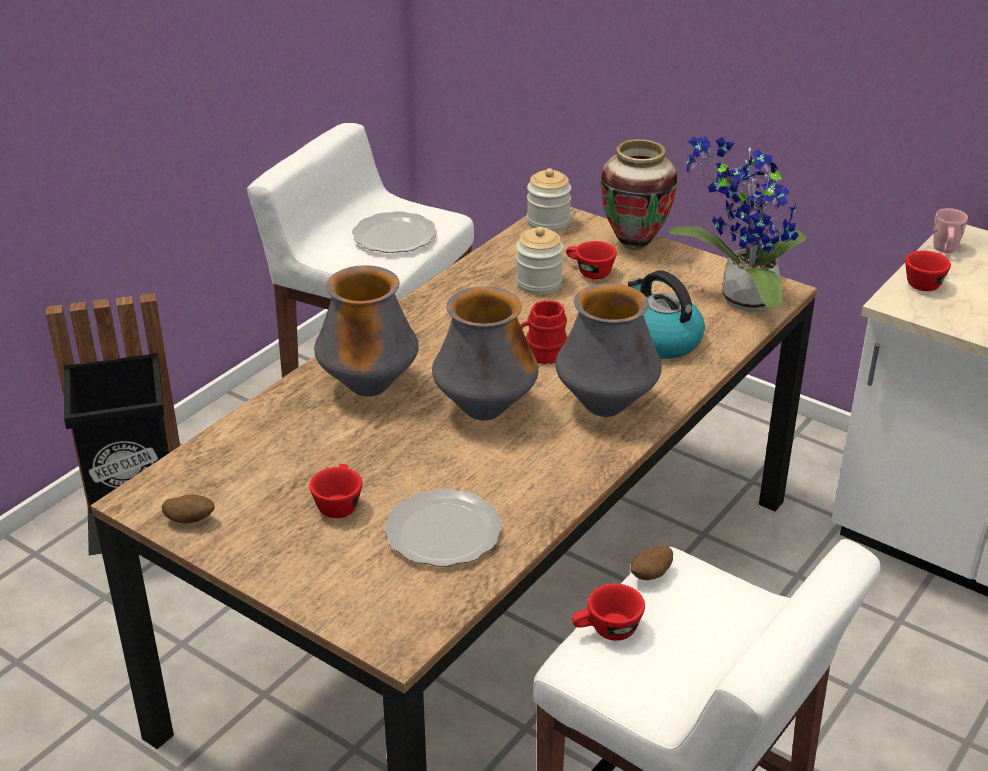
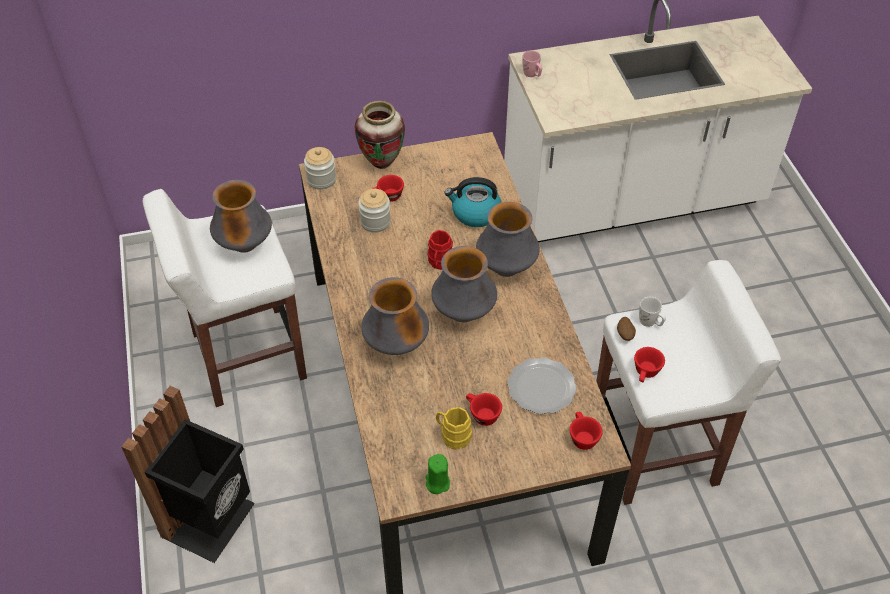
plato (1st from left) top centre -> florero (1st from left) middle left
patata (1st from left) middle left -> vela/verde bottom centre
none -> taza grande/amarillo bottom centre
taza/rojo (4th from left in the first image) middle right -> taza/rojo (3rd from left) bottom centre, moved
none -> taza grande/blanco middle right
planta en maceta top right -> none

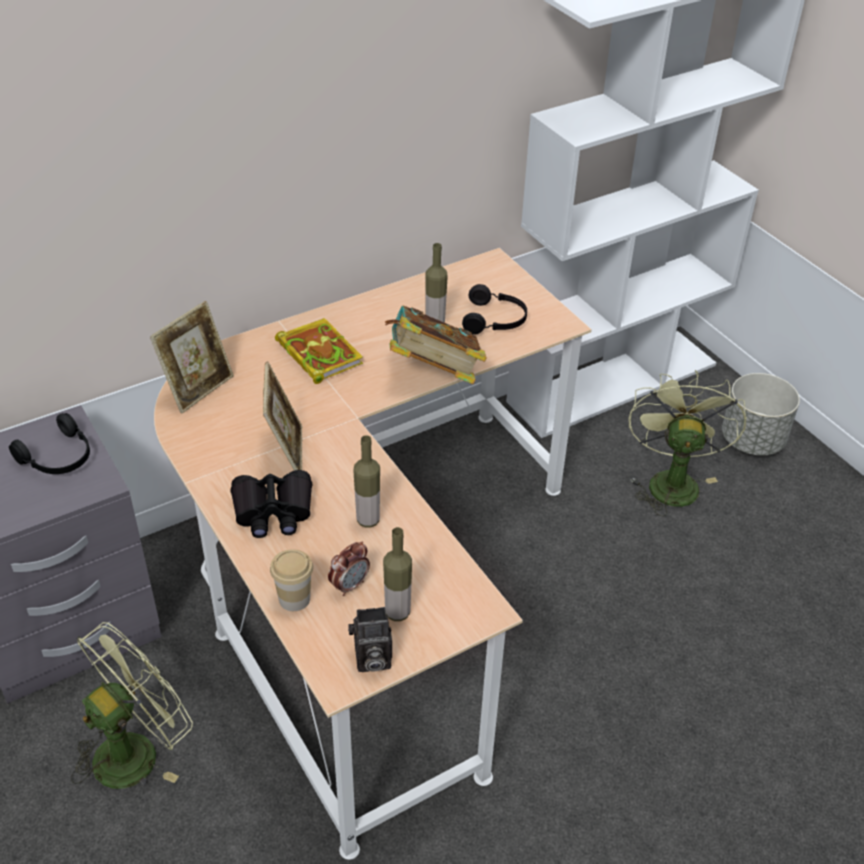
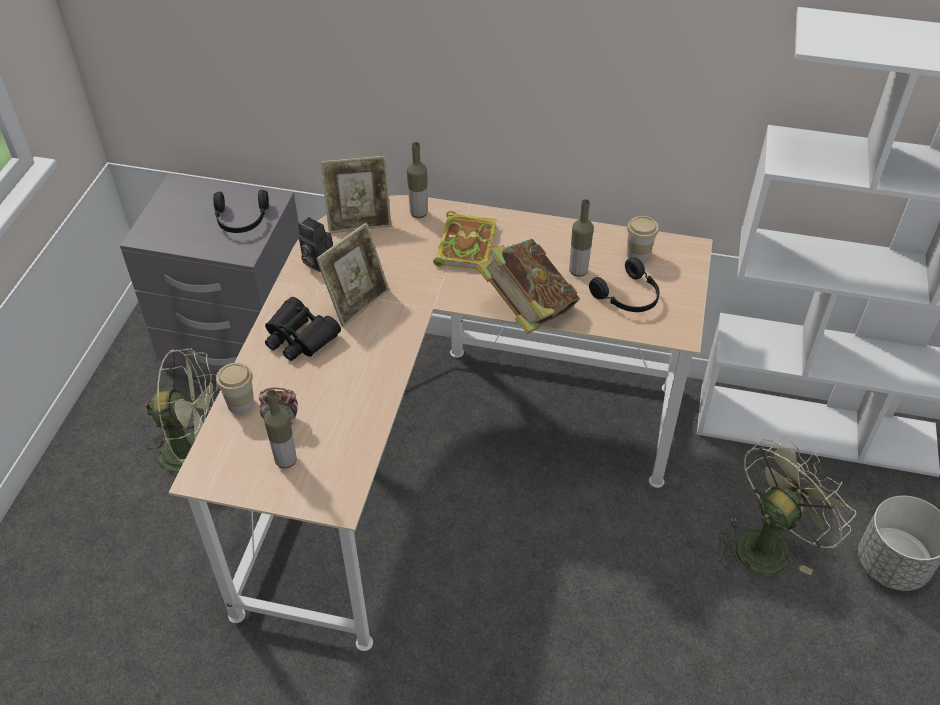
cámara bottom centre -> cámara centre, moved
botella (1st from left in the first image) centre -> botella (2nd from left) top centre, moved
none -> taza (2nd from left) middle right

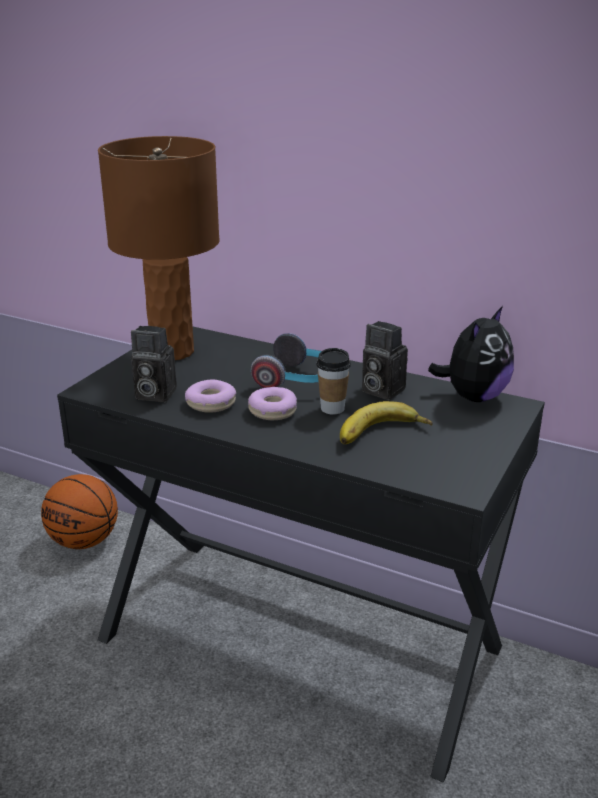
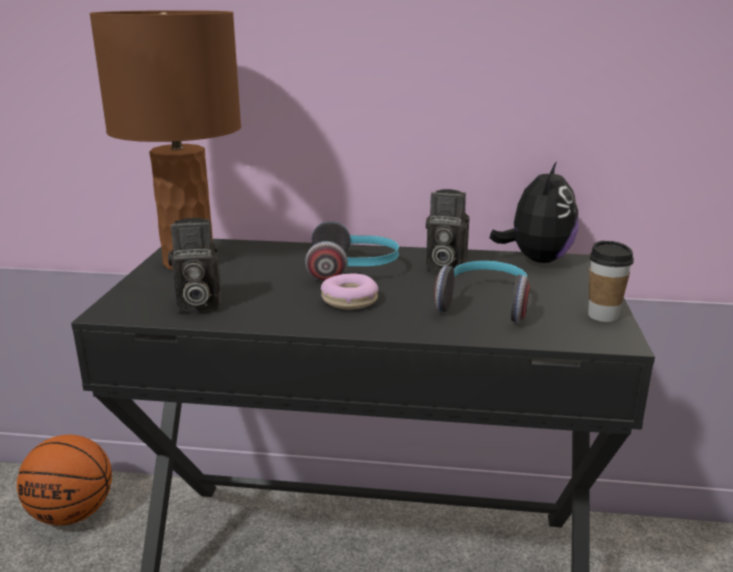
plátano centre -> auriculares (2nd from left) centre
taza centre -> taza middle right, moved
rosquilla (1st from left) centre -> none

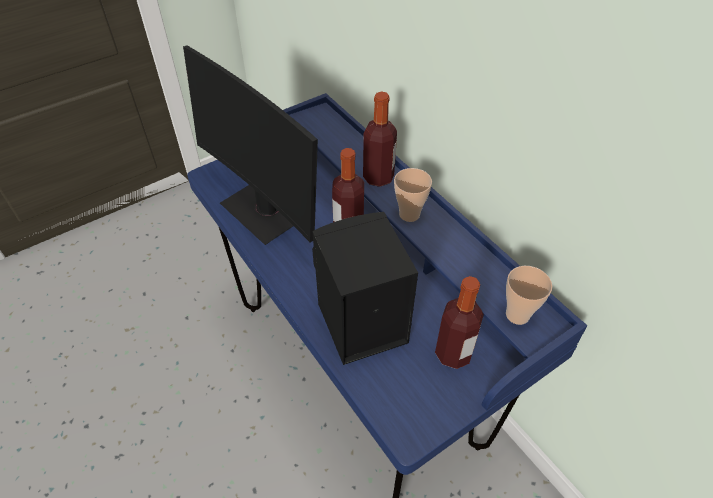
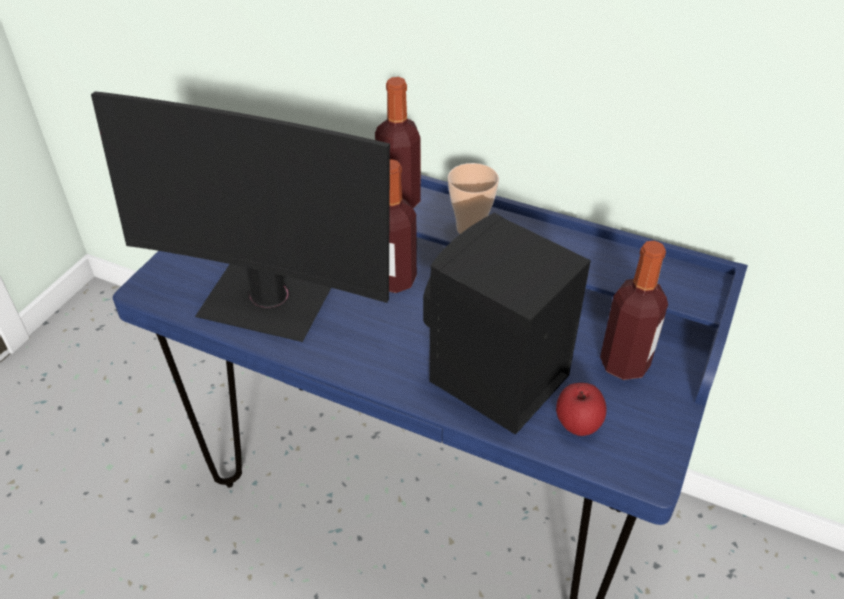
none -> manzana bottom right
taza (2nd from left) middle right -> none

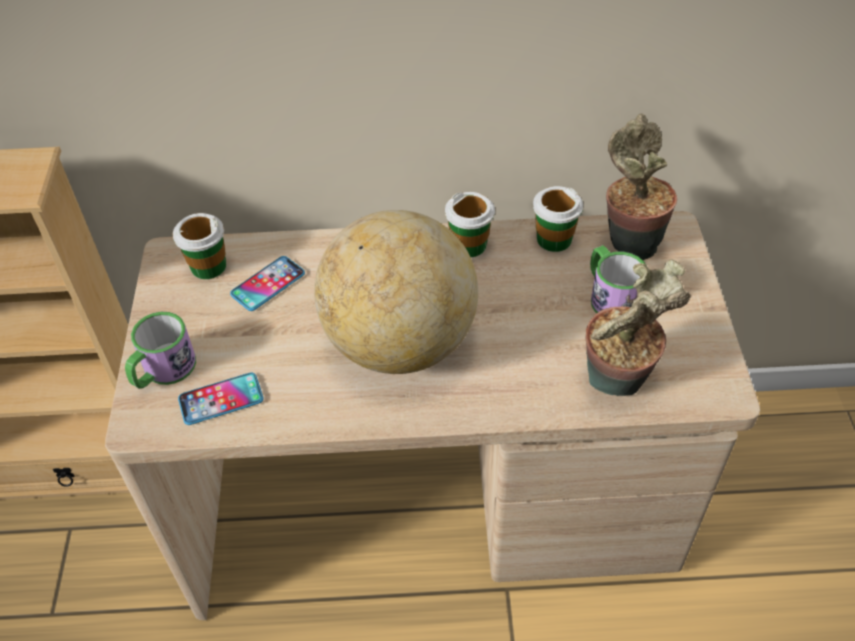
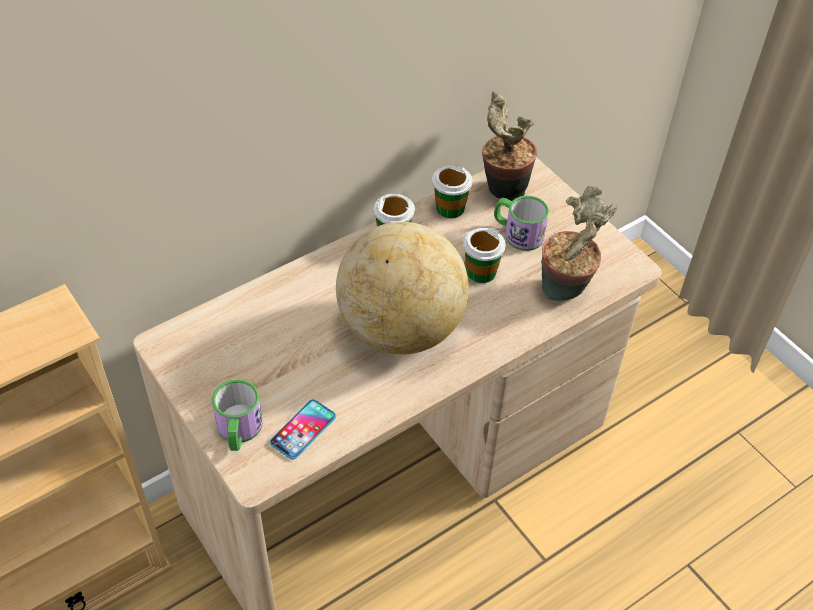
taza (1st from left in the first image) middle left -> taza (3rd from left) centre, moved
móvil (2nd from left) middle left -> none

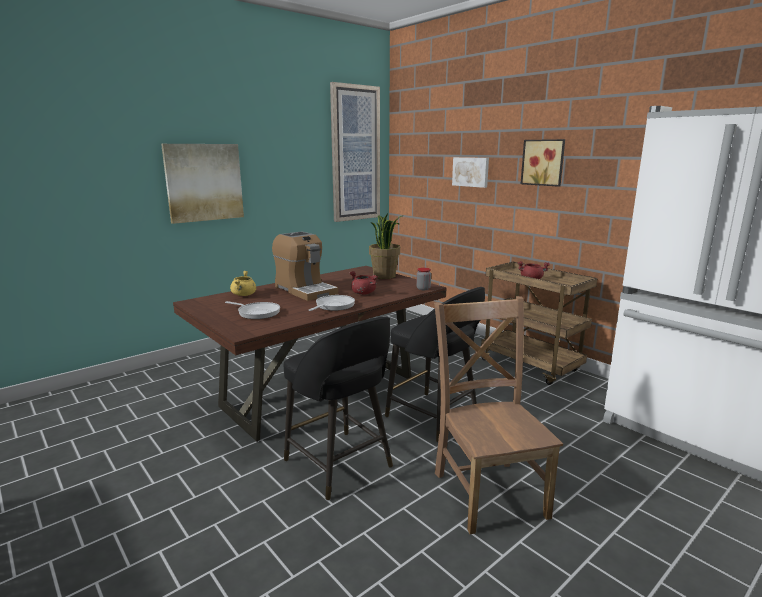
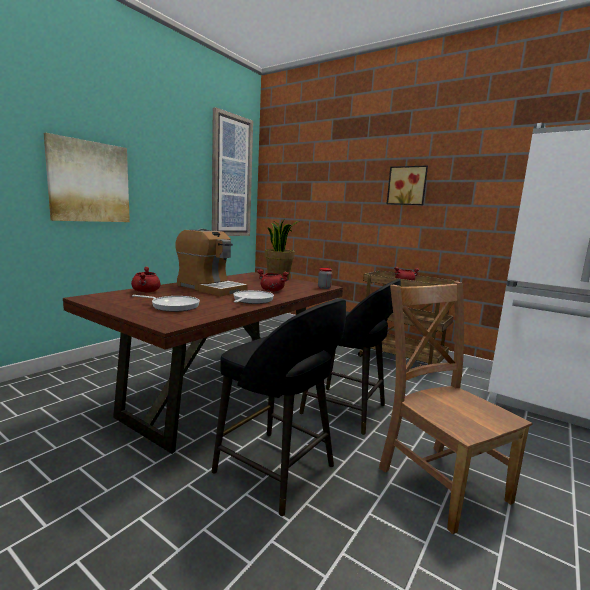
olla/amarillo middle left -> olla/rojo (1st from left) middle left
cuadro (3rd from left) top centre -> none

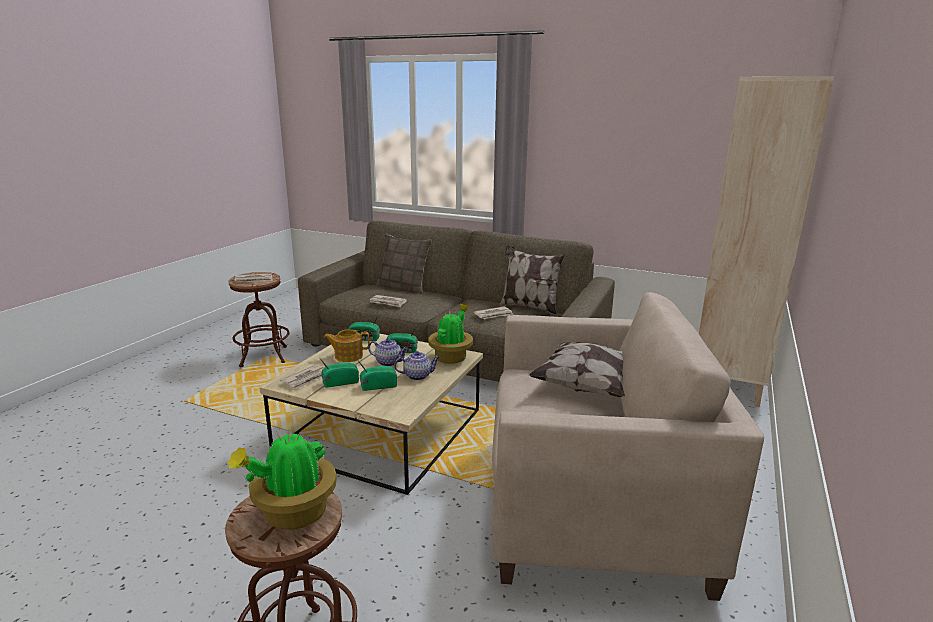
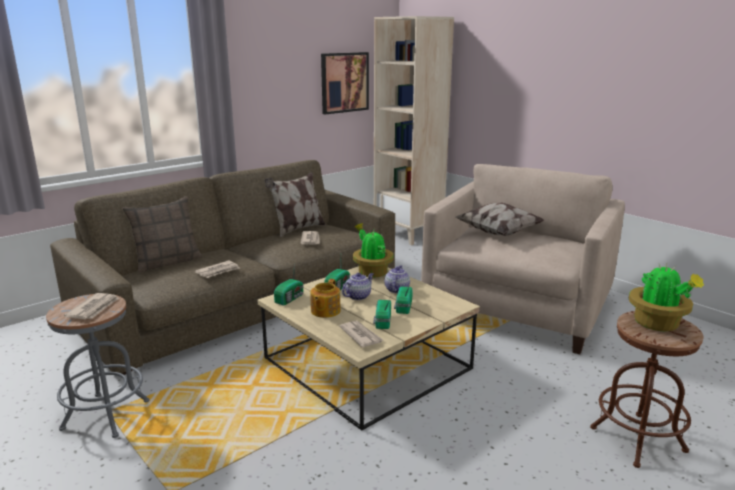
taburete/marrón (1st from left) middle left -> taburete/gris bottom left
none -> cuadro top centre

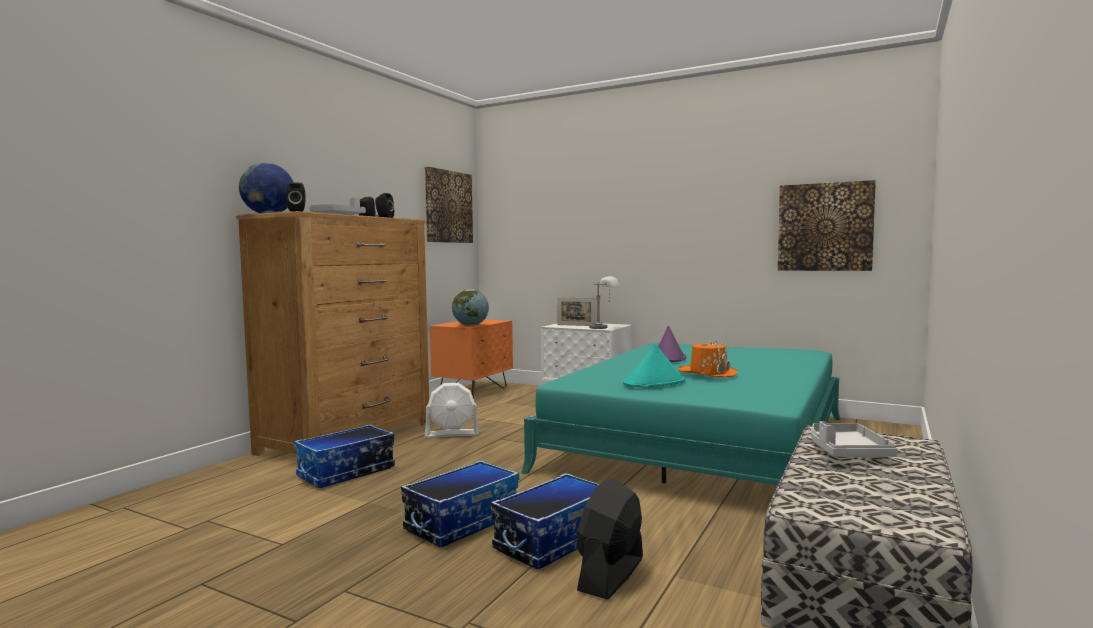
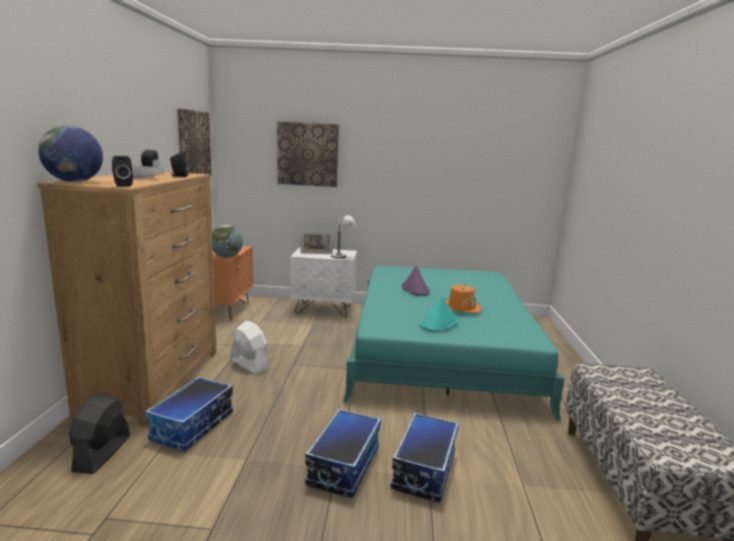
ventilador/negro bottom centre -> ventilador/negro bottom left, moved
ventilador/blanco centre, 105 degrees counterclockwise
cuadro (2nd from left) middle right -> cuadro (2nd from left) top centre, moved
bandeja/gris (2nd from left) bottom right -> none

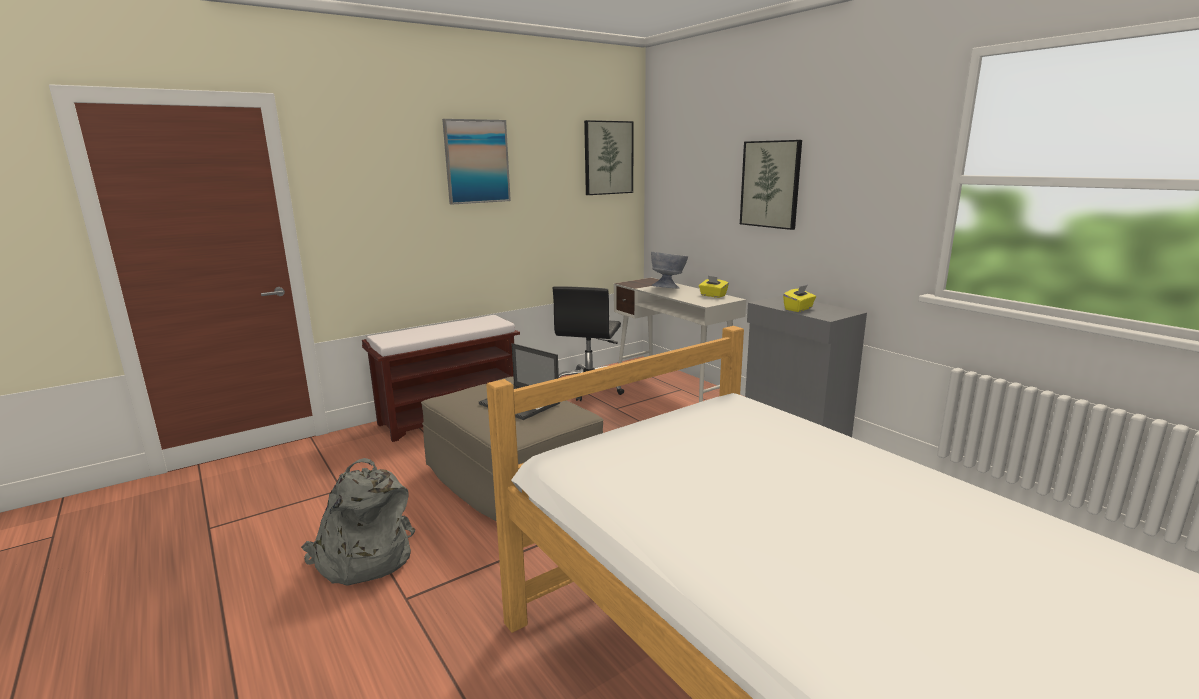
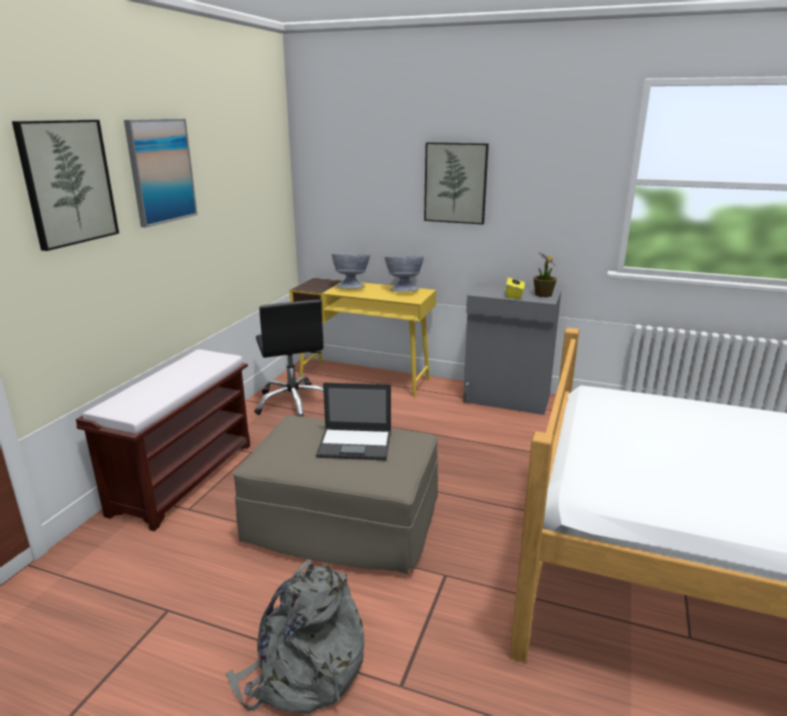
cuadro (2nd from left in the first image) top centre -> cuadro (1st from left) top left, moved
escritorio/blanco centre -> escritorio/amarillo centre
caja de pañuelos/amarillo (1st from left) centre -> cuenco/gris (2nd from left) centre
none -> planta en maceta middle right

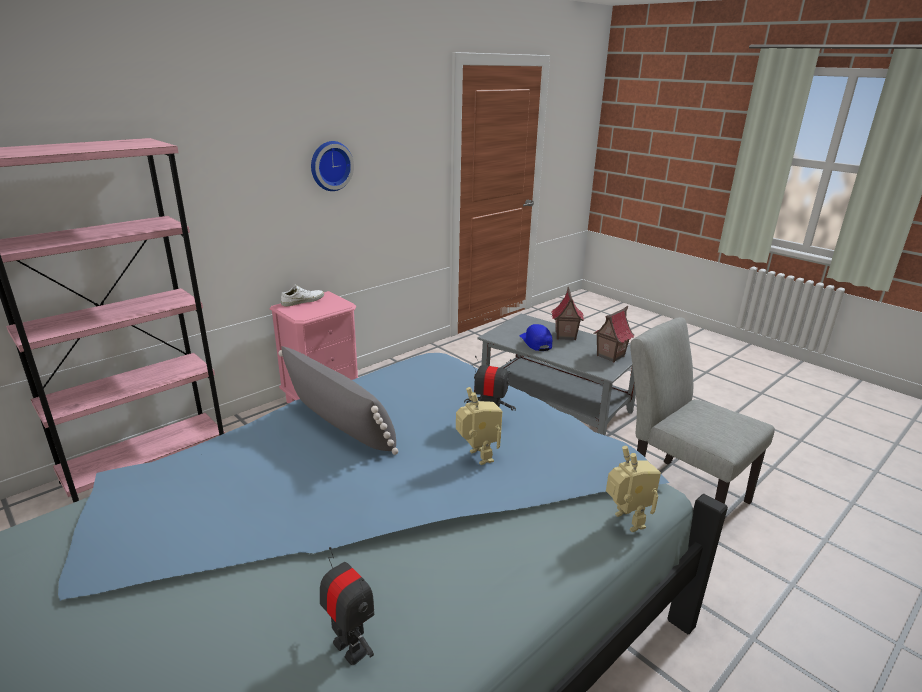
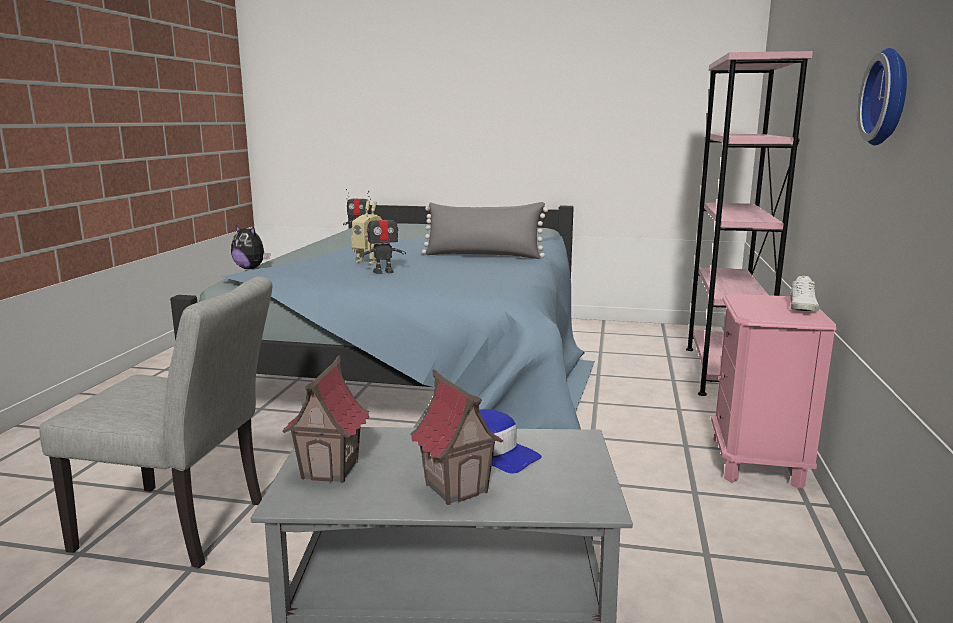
robot de juguete (4th from left) bottom right -> peluche middle left

